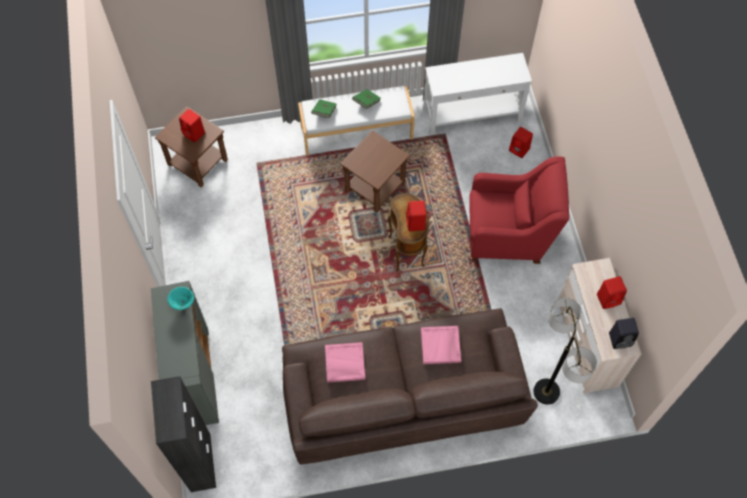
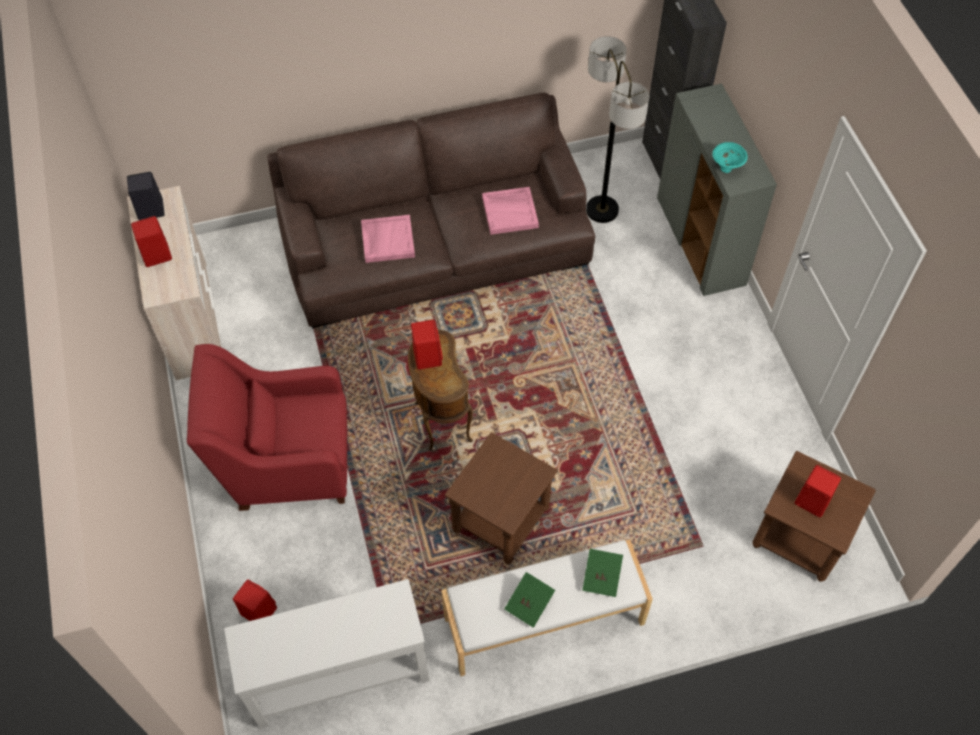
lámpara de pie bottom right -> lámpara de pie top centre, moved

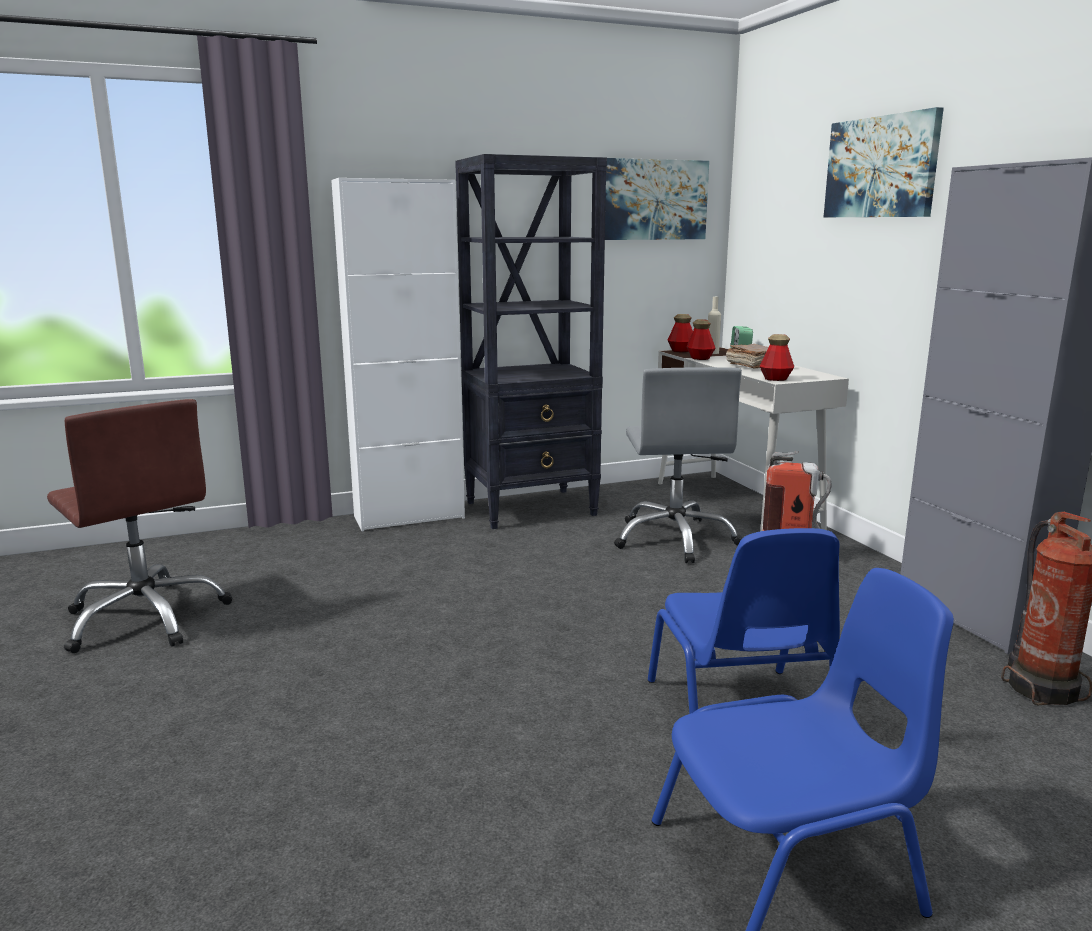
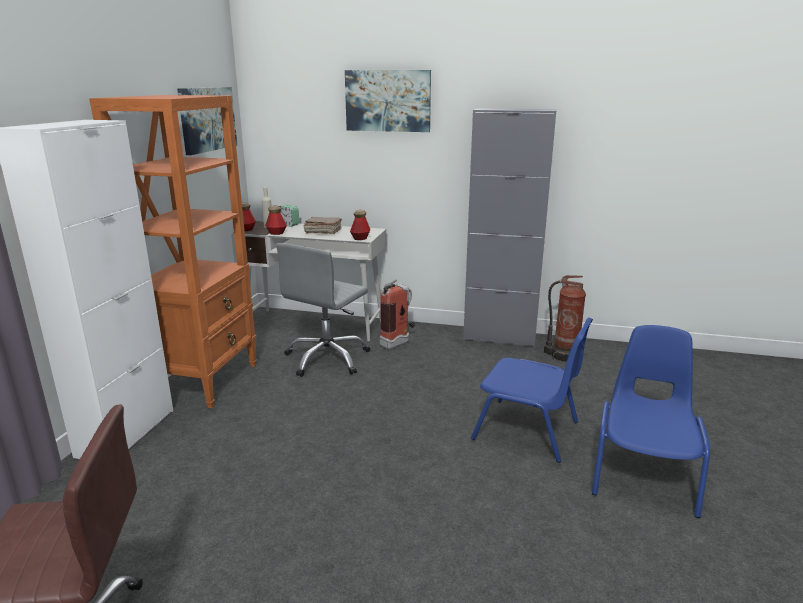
estantería/negro centre -> estantería/naranja middle left
silla de oficina/gris centre, 90 degrees clockwise

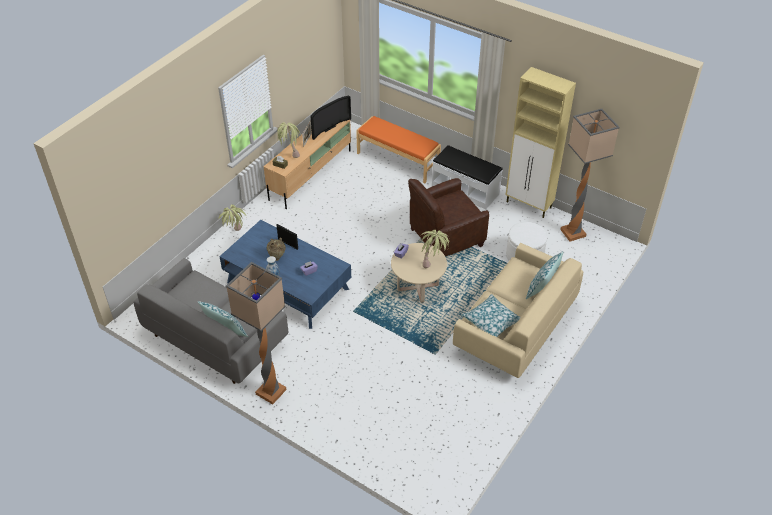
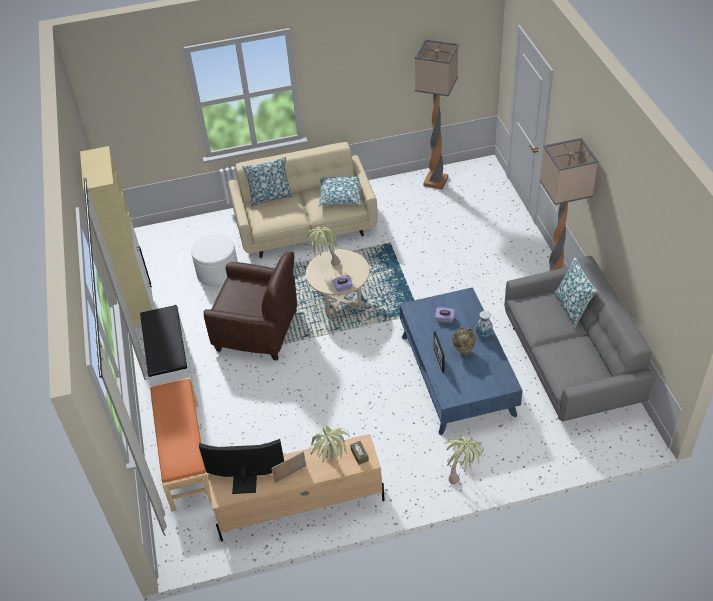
lámpara de pie (2nd from left in the first image) middle right -> lámpara de pie (1st from left) top centre, moved

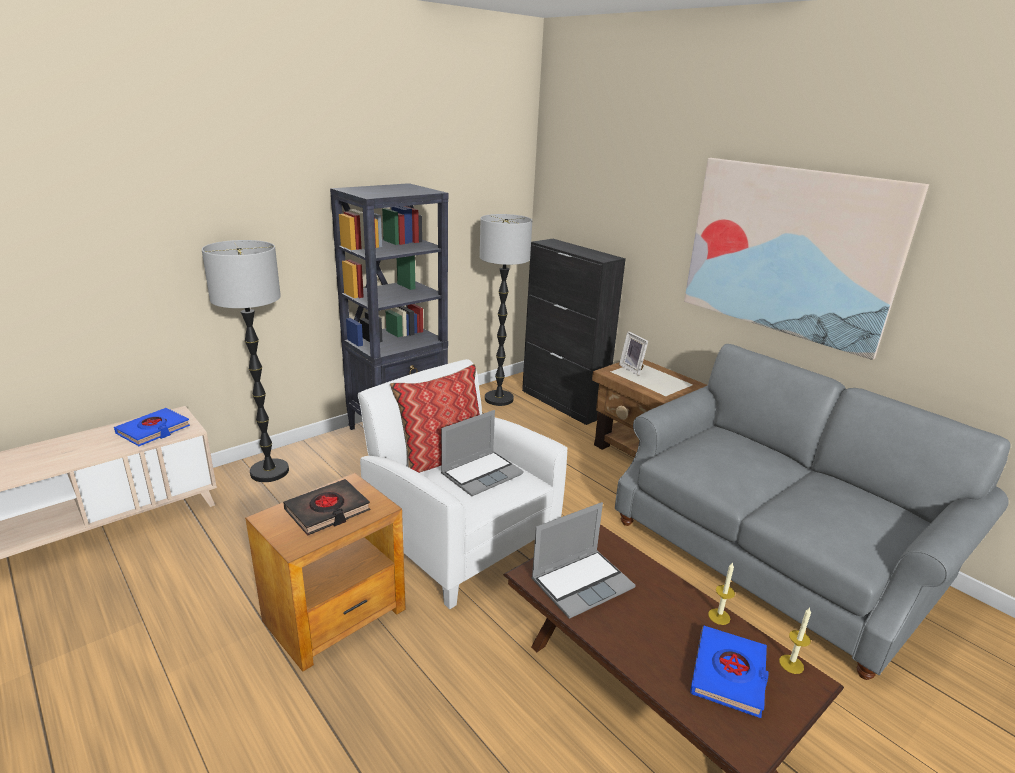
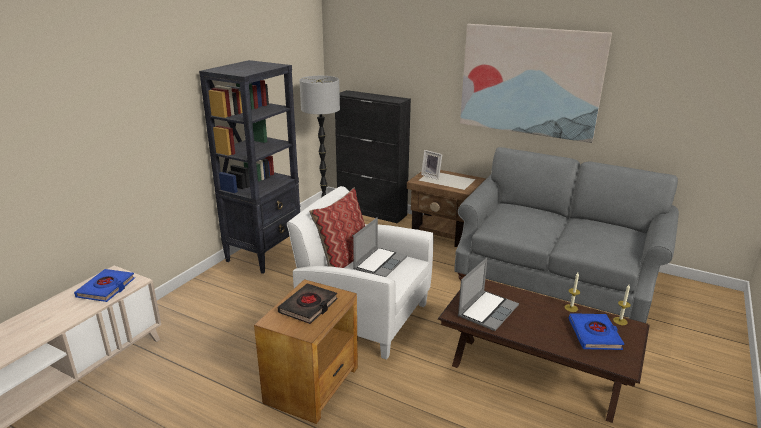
lámpara de pie (1st from left) middle left -> none

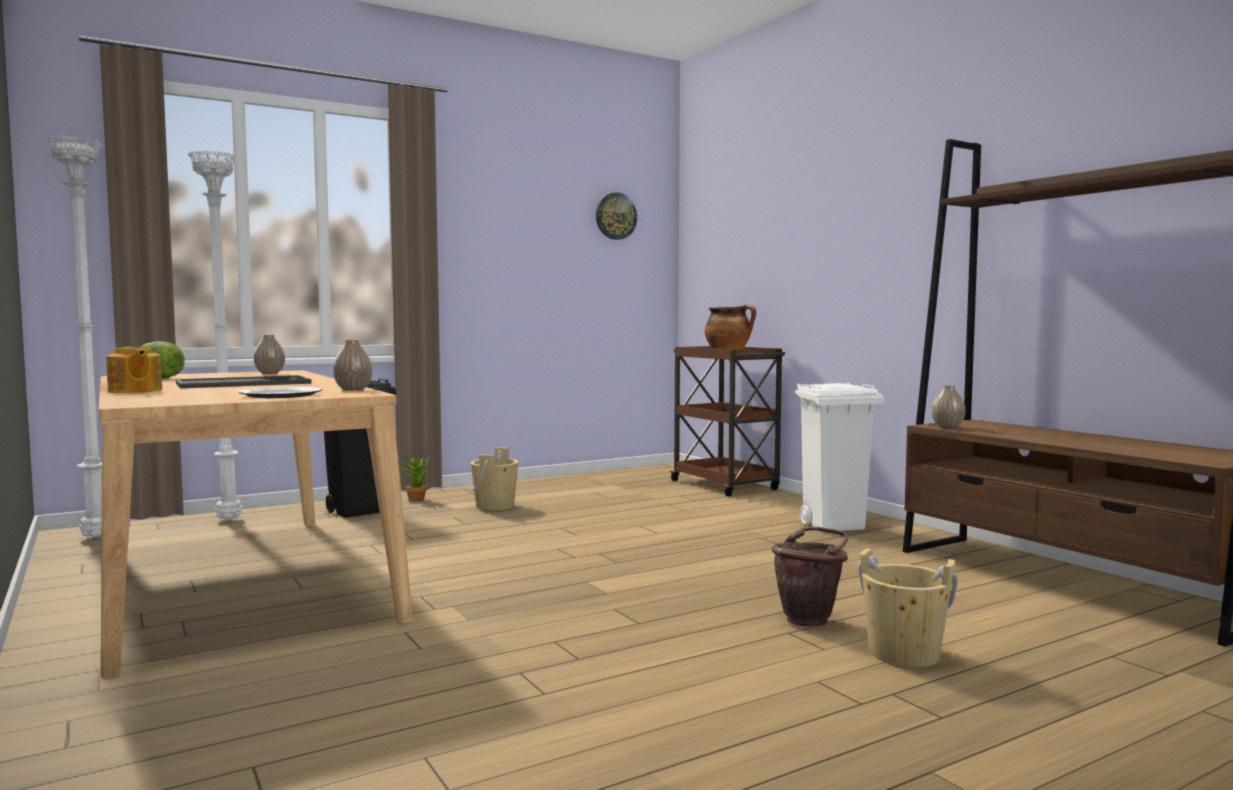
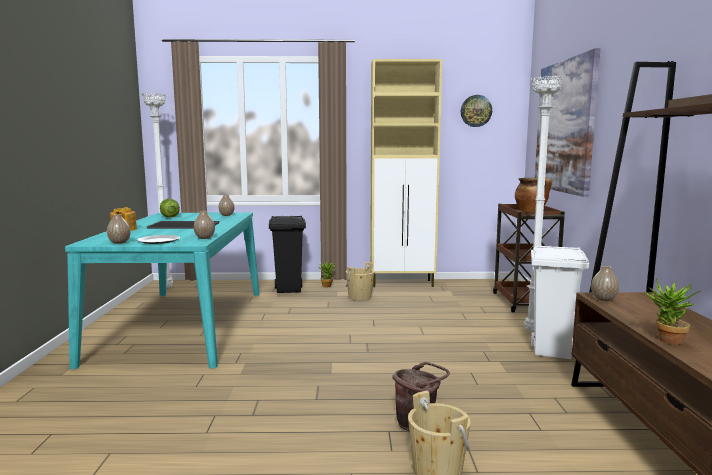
mesa de comedor/beis middle left -> mesa de comedor/turquesa middle left
none -> florero (1st from left) middle left
none -> armario/beis centre
lámpara de pie/blanco (2nd from left) middle left -> lámpara de pie/blanco (2nd from left) middle right, moved
none -> cuadro top right
none -> planta en maceta (2nd from left) middle right

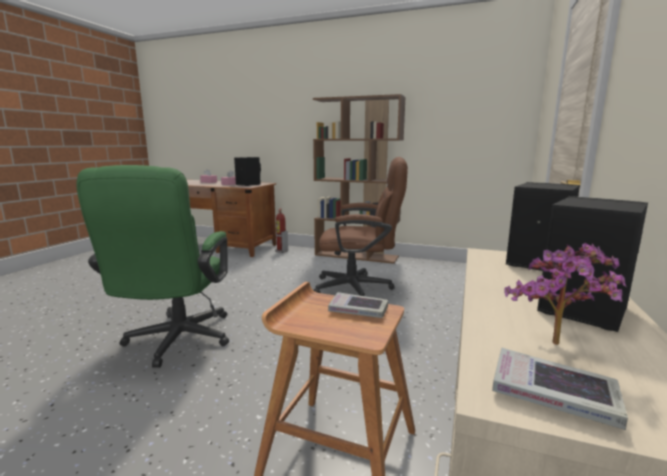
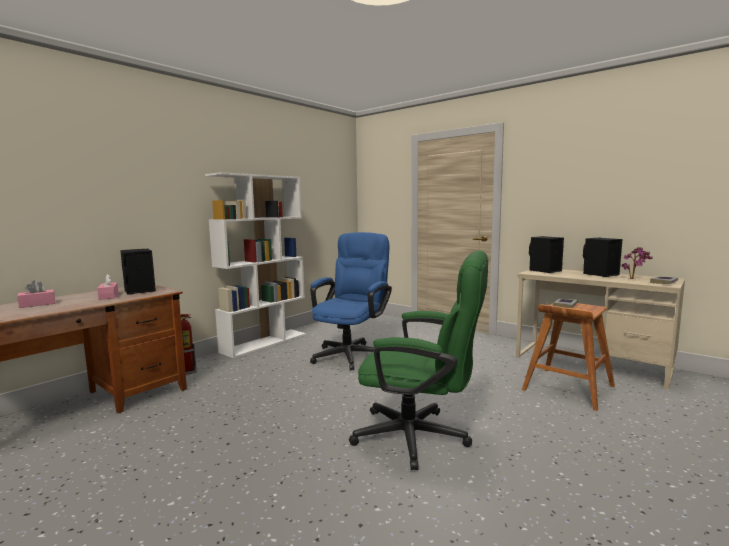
estantería/marrón centre -> estantería/blanco centre
silla de oficina/marrón centre -> silla de oficina/azul centre

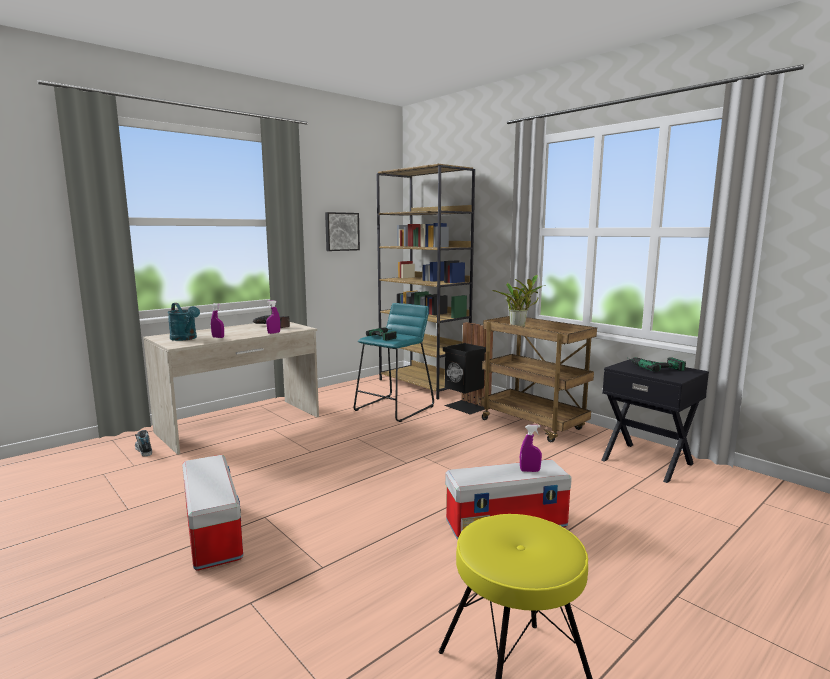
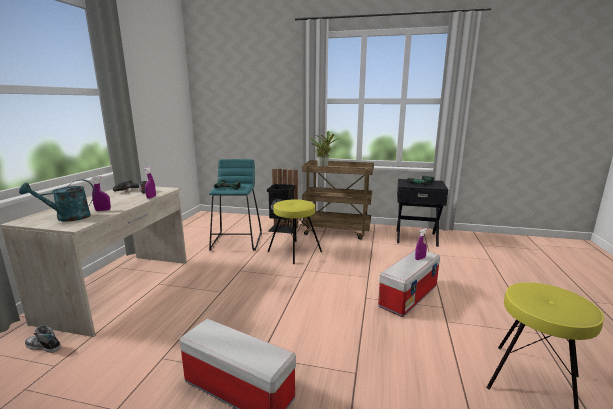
regadera/turquesa middle left, 150 degrees clockwise
none -> taburete/amarillo (1st from left) centre
cuadro centre -> none
estantería/marrón centre -> none

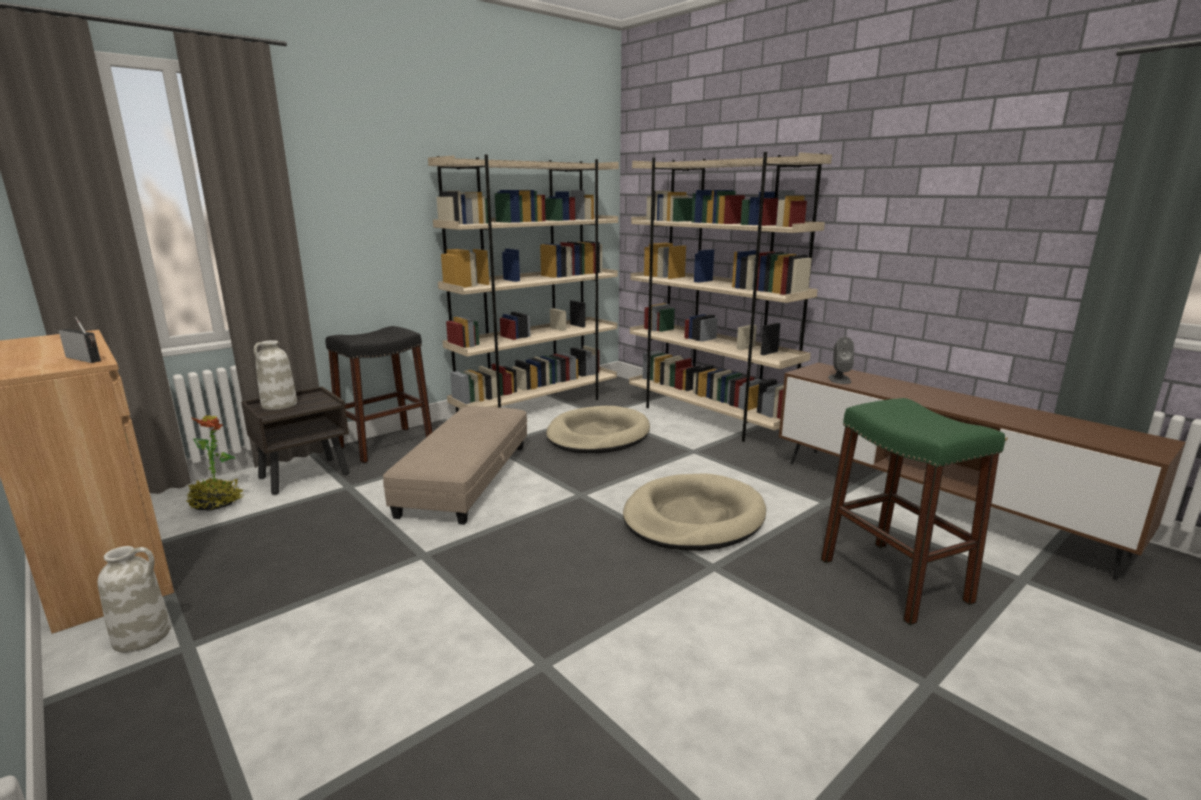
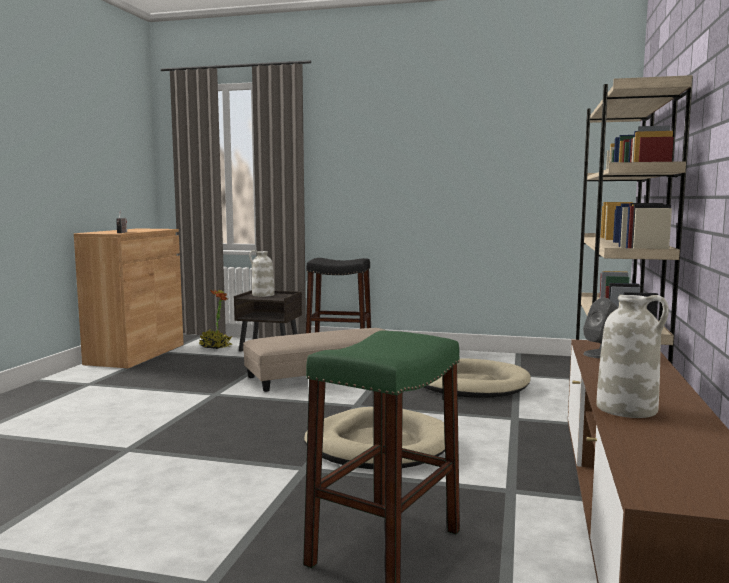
florero/blanco (1st from left in the first image) bottom left -> florero/blanco (2nd from left) middle right, moved
estantería/beis (1st from left) centre -> none

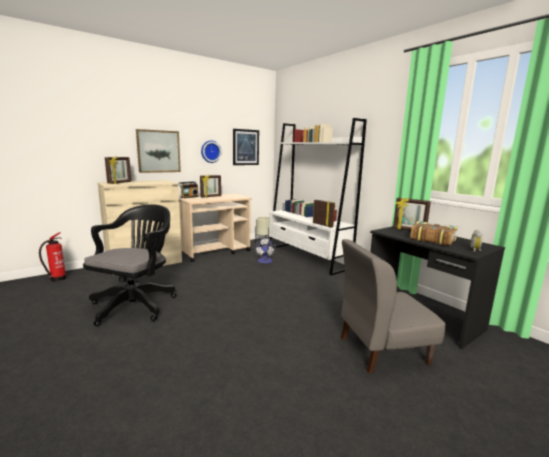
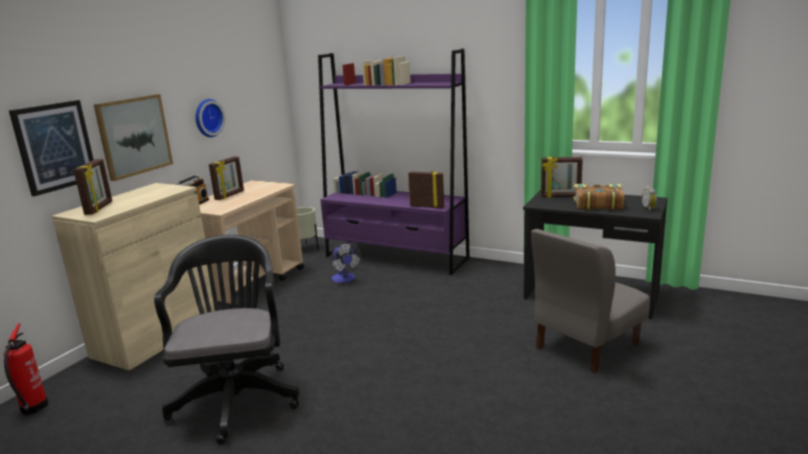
cuadro (2nd from left in the first image) top centre -> cuadro (1st from left) top left, moved
estantería/blanco centre -> estantería/morado centre

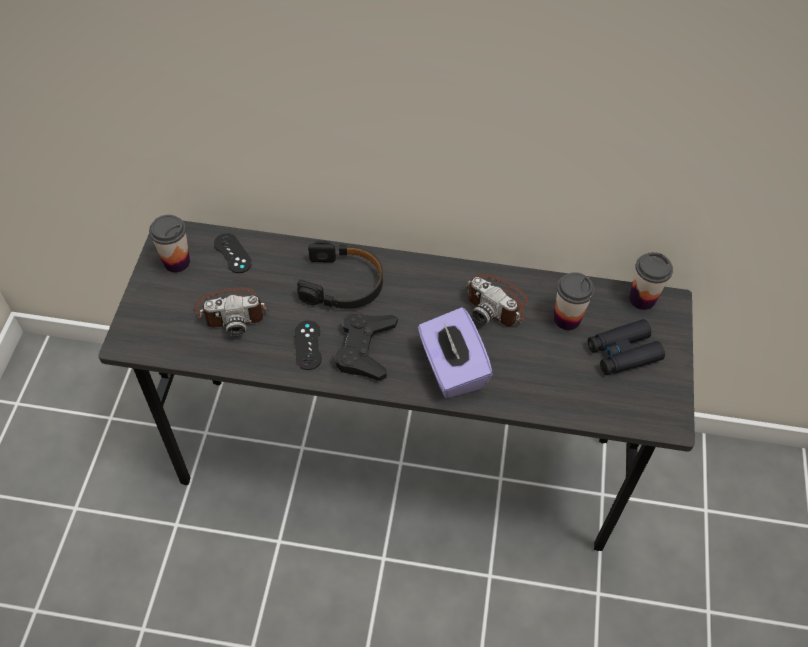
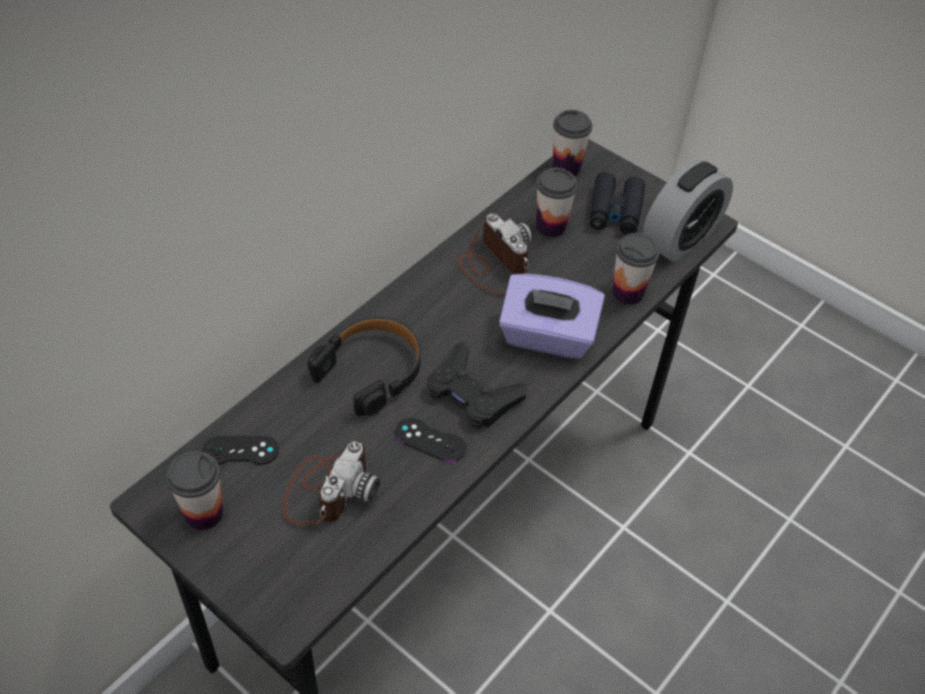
cámara (2nd from left) centre, 105 degrees counterclockwise
none -> taza (4th from left) middle right
none -> despertador top right

